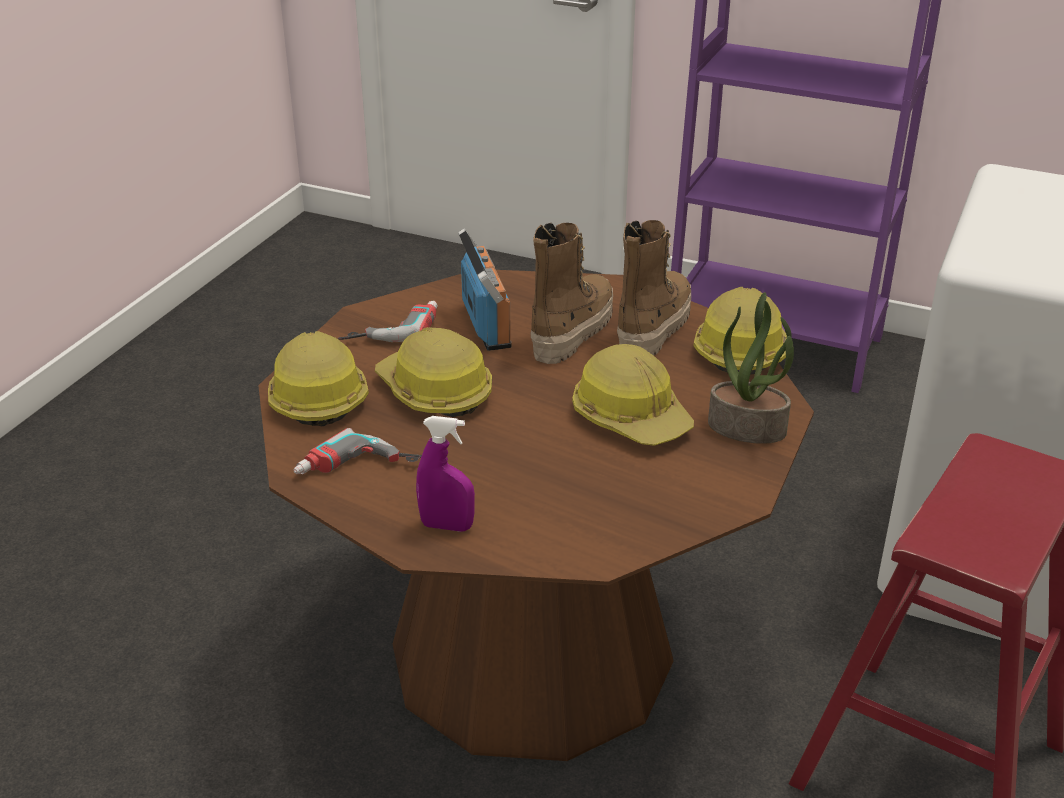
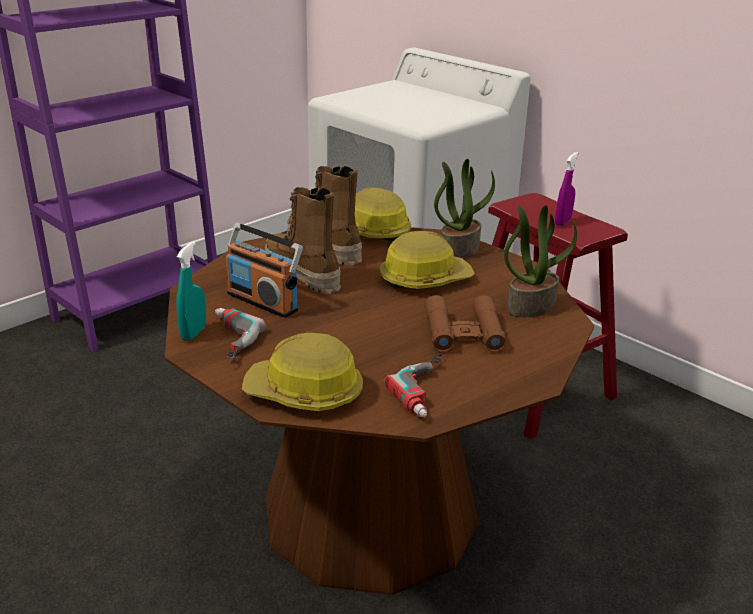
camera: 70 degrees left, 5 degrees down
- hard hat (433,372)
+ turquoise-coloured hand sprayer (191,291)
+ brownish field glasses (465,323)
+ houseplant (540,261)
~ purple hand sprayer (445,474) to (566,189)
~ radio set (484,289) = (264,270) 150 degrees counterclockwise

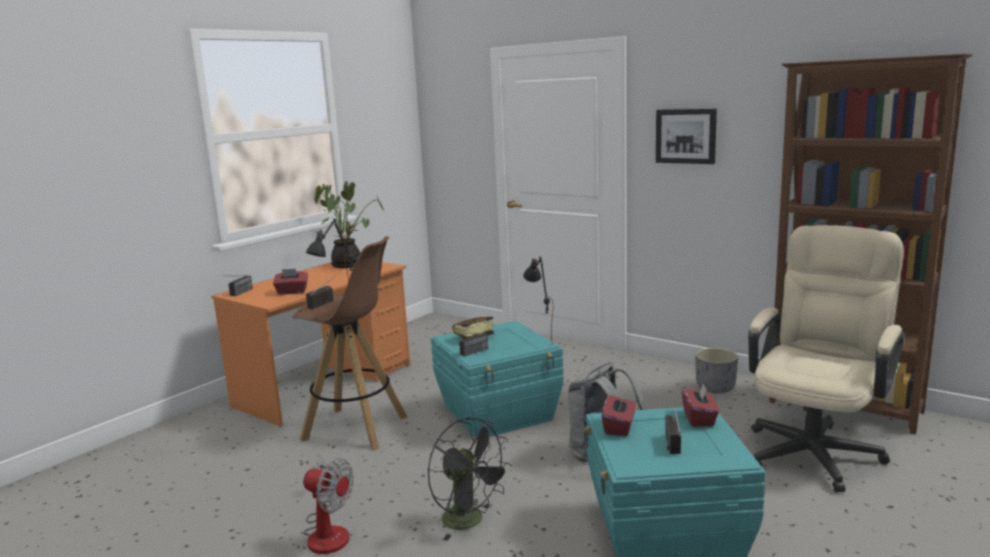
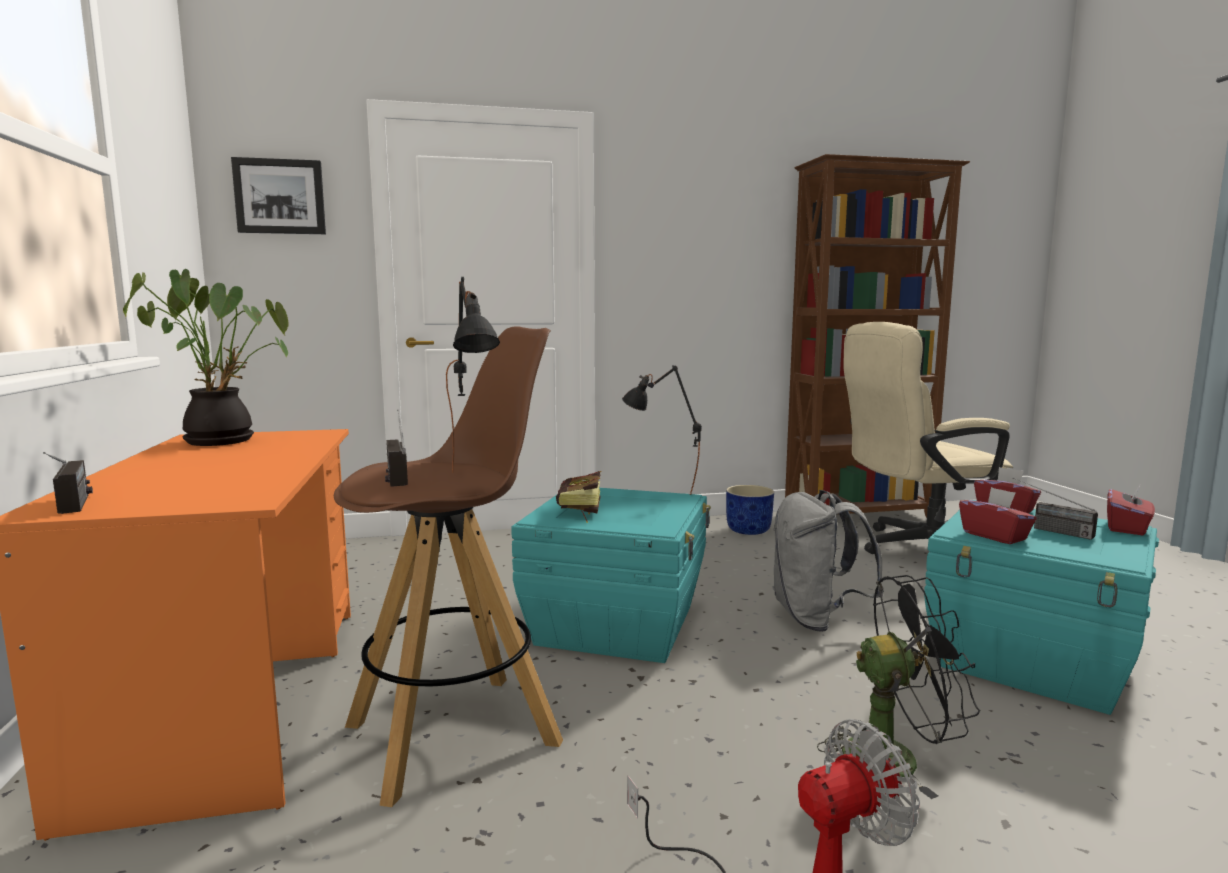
camera: 50 degrees left, 5 degrees down
- radio set (466,344)
~ reddish tissue holder (290,282) to (1131,509)
~ wall picture (686,136) to (278,195)
~ grey flower pot (716,371) to blue-coloured flower pot (750,510)
~ beige office chair (826,358) = (928,438) 90 degrees counterclockwise

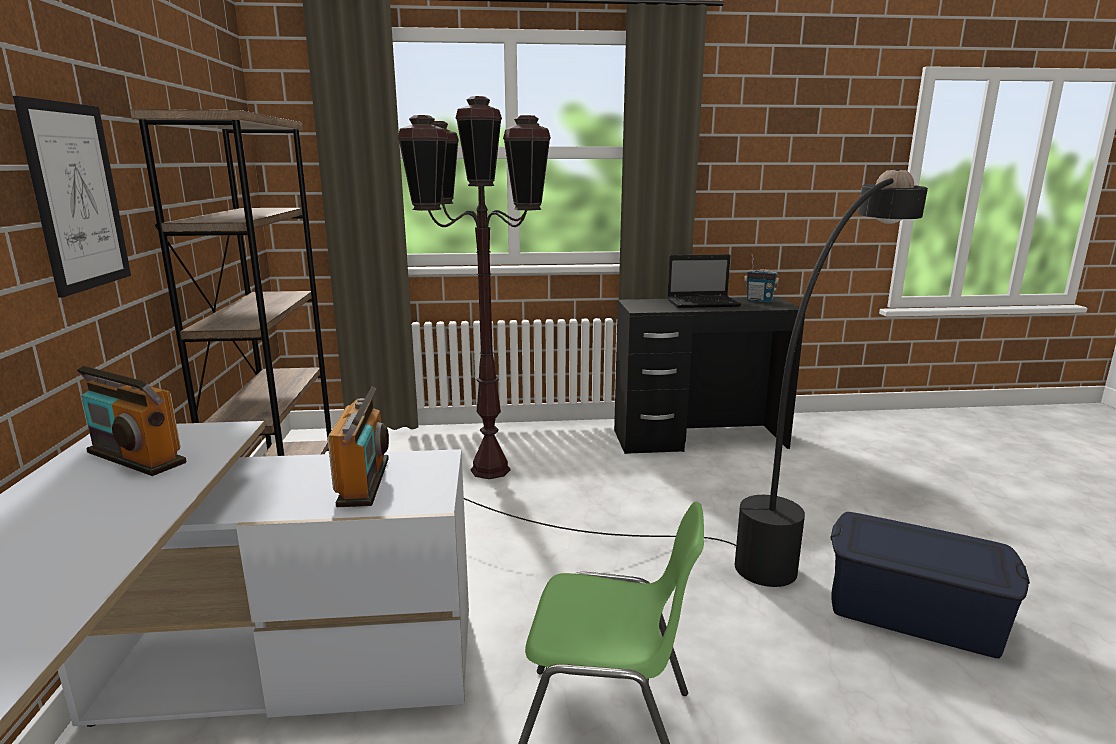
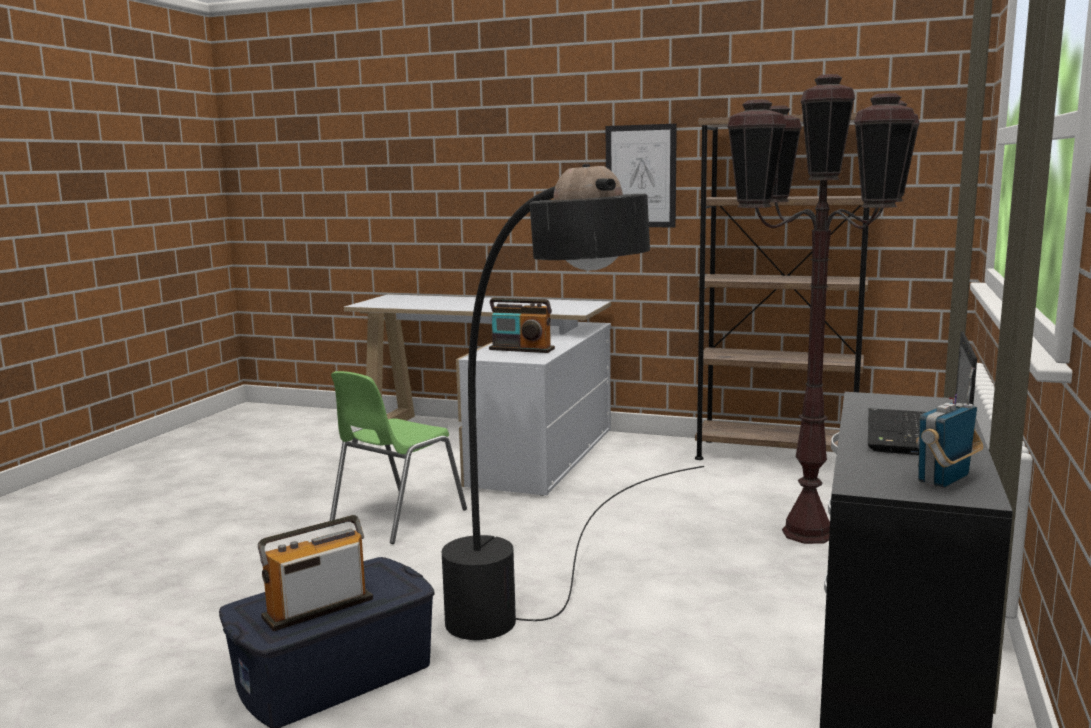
camera: 115 degrees right, 5 degrees down
~ radio set (132,421) to (315,573)

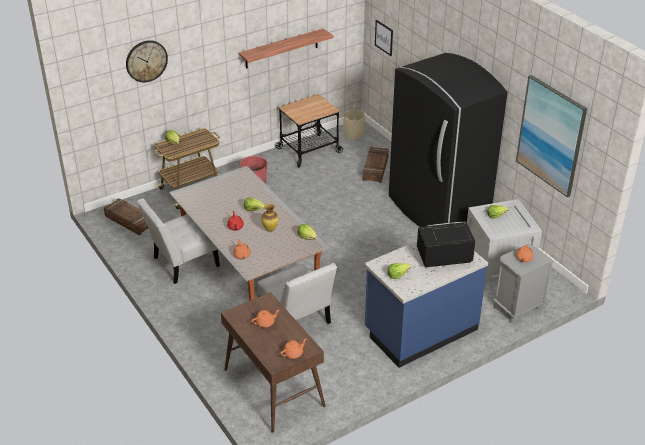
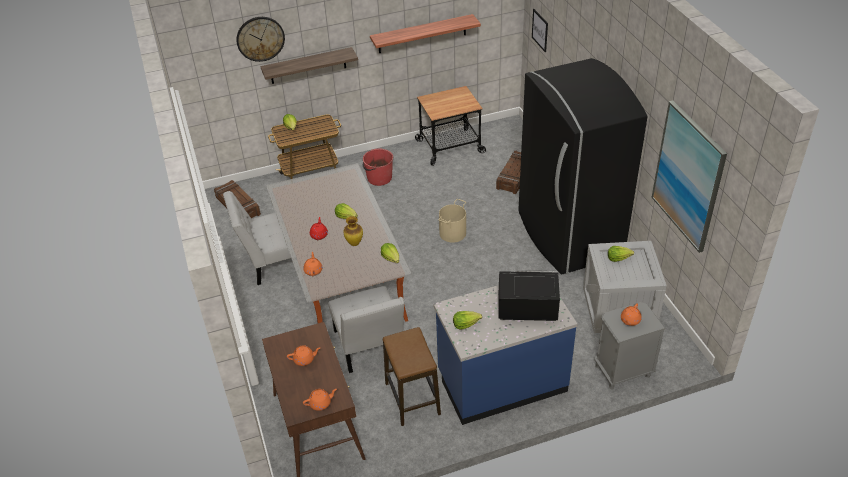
camera: 15 degrees right, 5 degrees up
+ shelf (309,65)
+ stool (412,376)
~ beige water bucket (354,122) to (452,221)

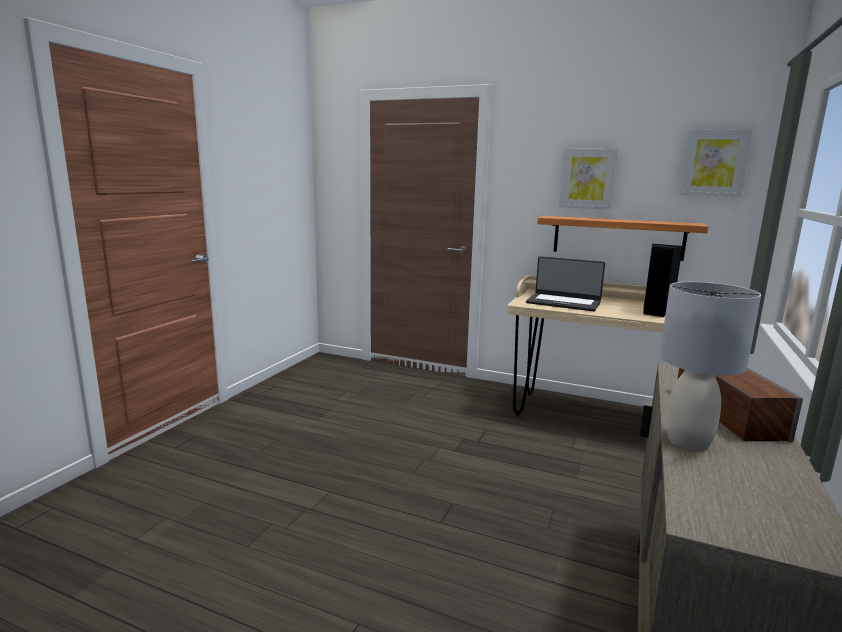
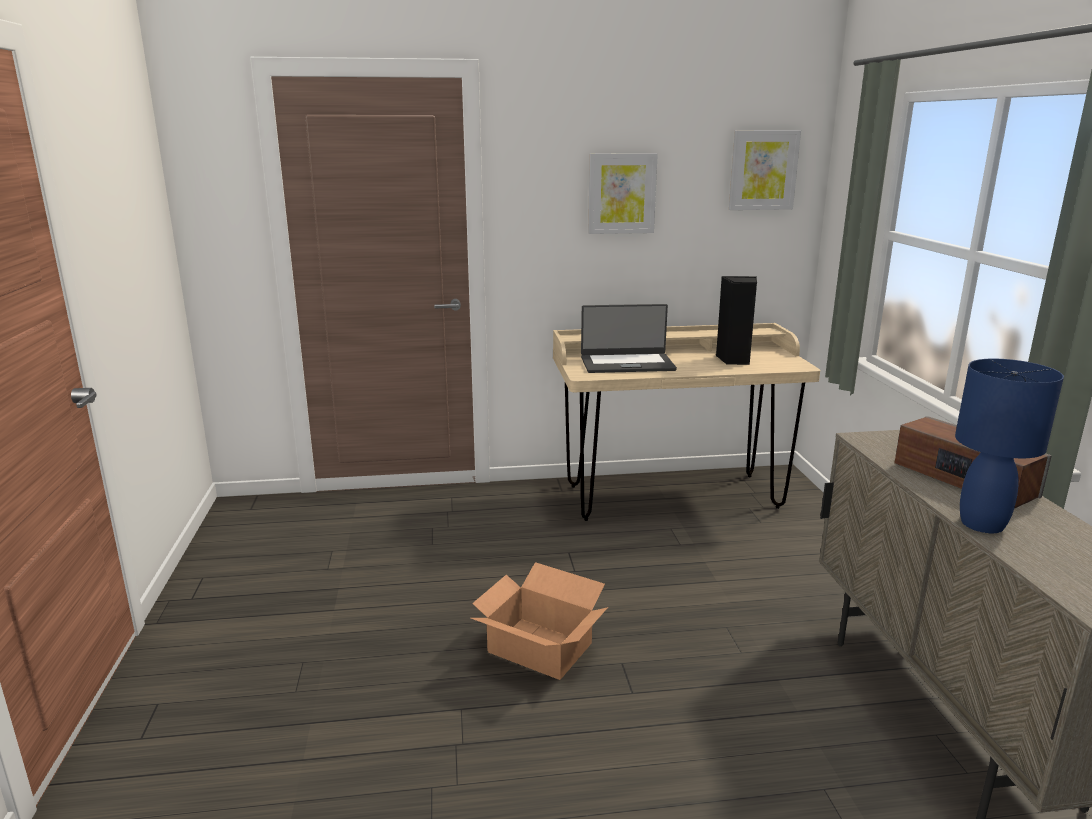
camera: 30 degrees left, 5 degrees up
- shelf (622,238)
+ carton (539,621)
~ grey table lamp (710,366) to blue-coloured table lamp (1009,446)

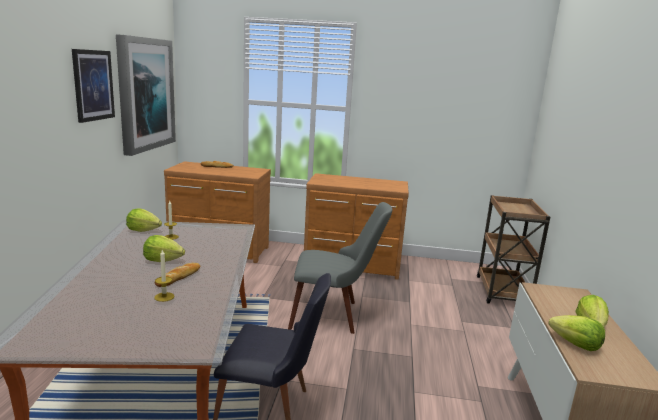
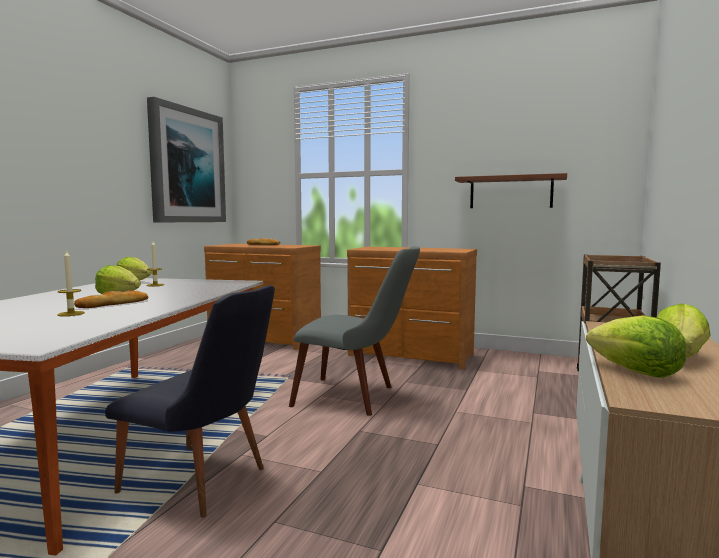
camera: 15 degrees right, 10 degrees down
- wall picture (93,86)
+ brownish shelf (511,190)

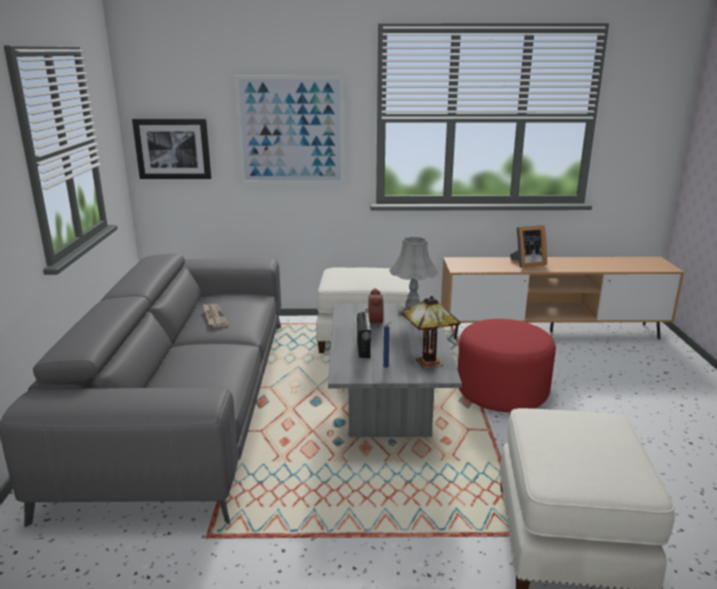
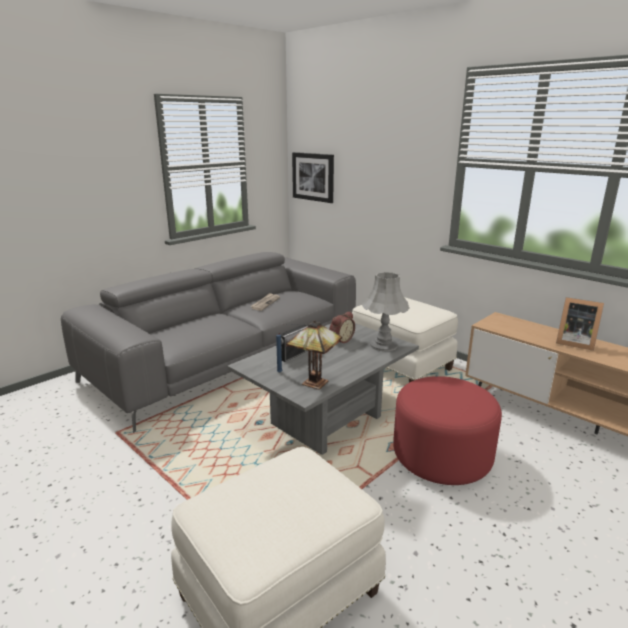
camera: 45 degrees right, 0 degrees up
- wall picture (289,129)

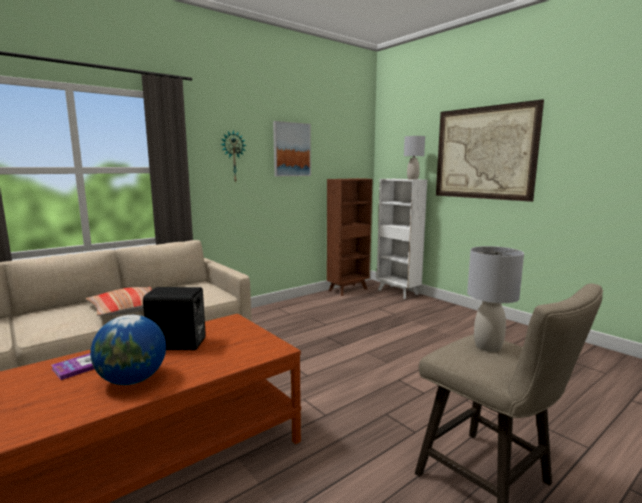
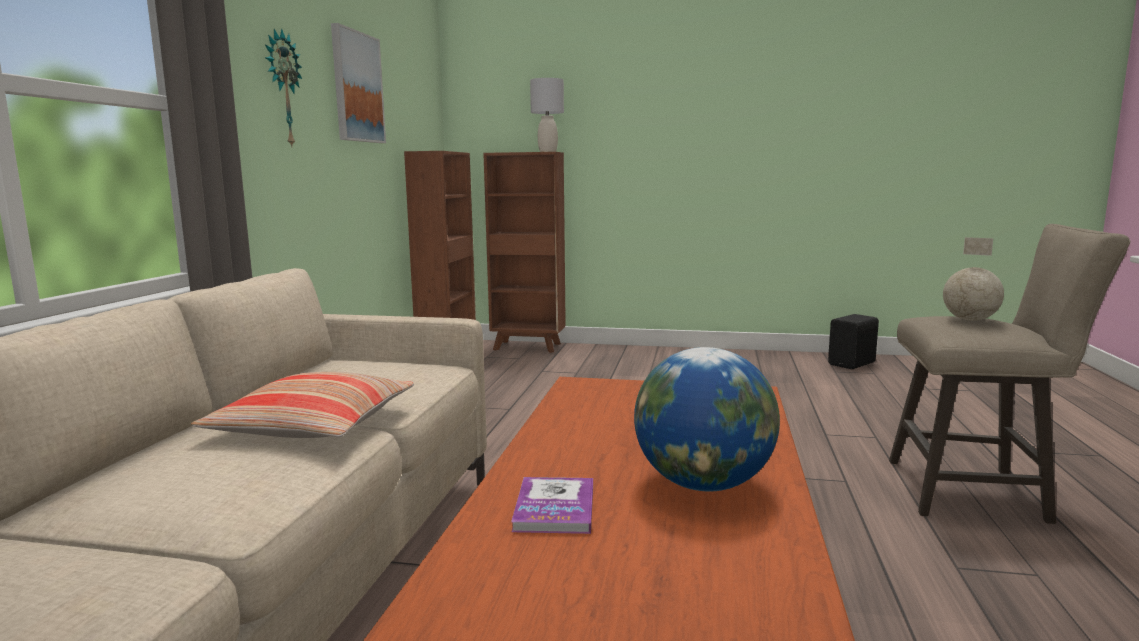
camera: 40 degrees left, 0 degrees up
- wall picture (490,150)
~ black audio speaker (174,318) to (853,341)
~ grey table lamp (495,299) to world globe (973,279)
~ white bookcase (402,239) to brownish bookcase (524,252)

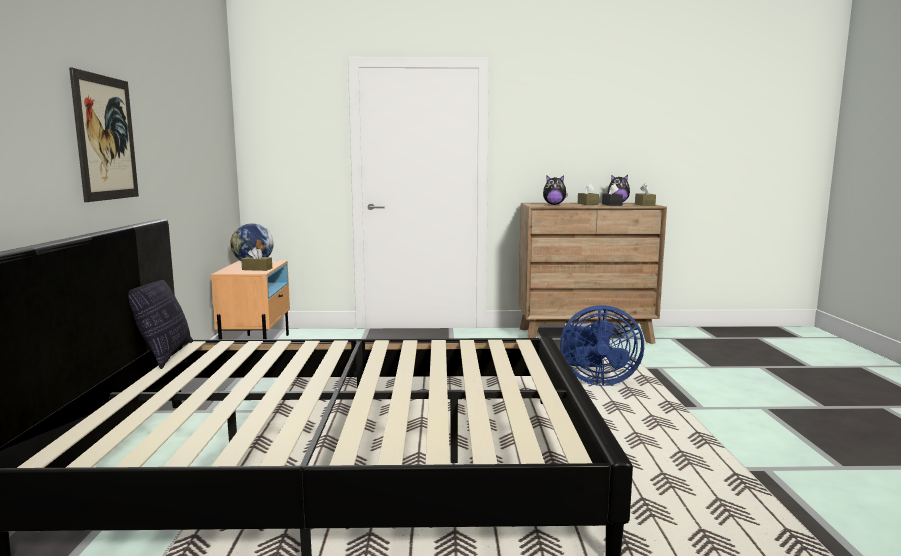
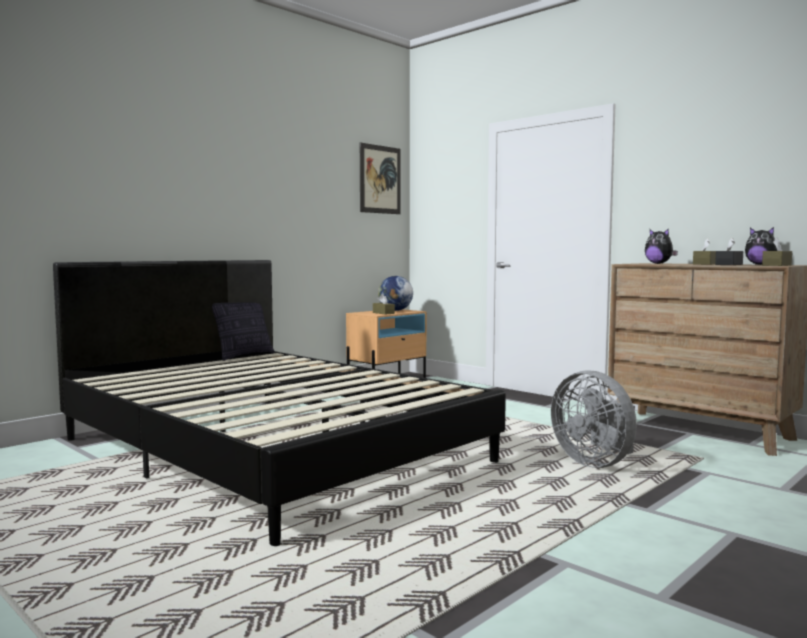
camera: 45 degrees right, 5 degrees down
~ wall picture (104,134) to (380,178)
~ blue-coloured fan (602,345) to grey fan (594,419)

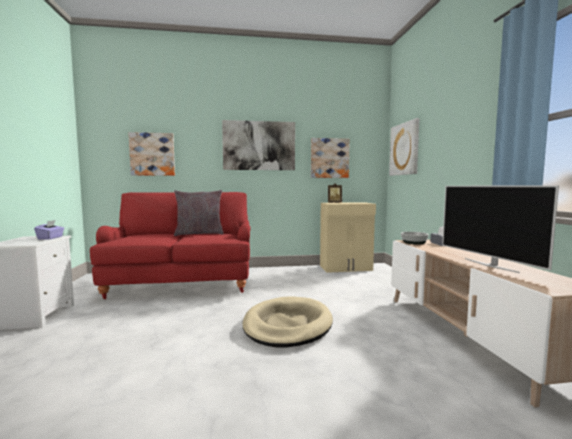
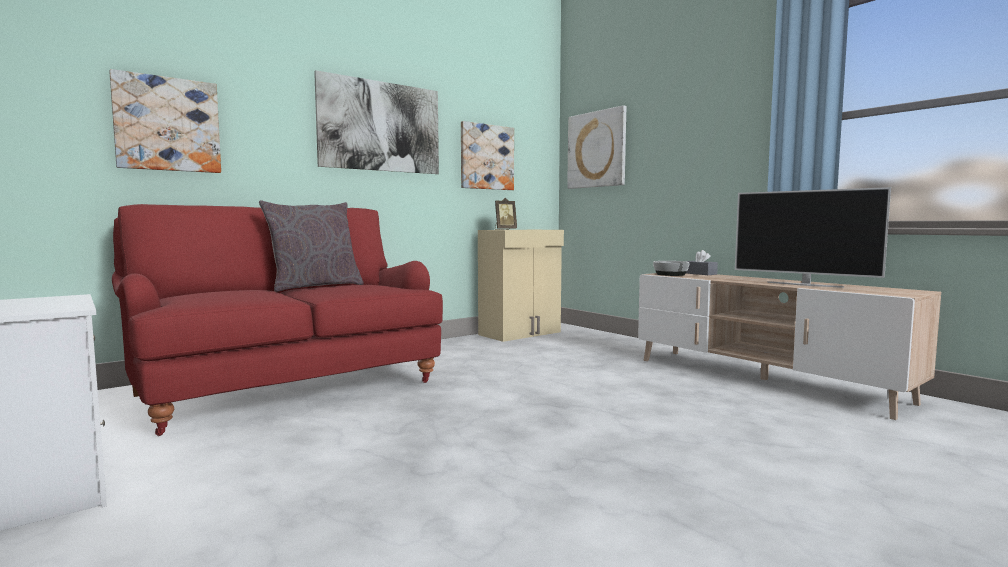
camera: 30 degrees left, 0 degrees up
- purple tissue holder (49,230)
- beige dog cushion (288,322)

